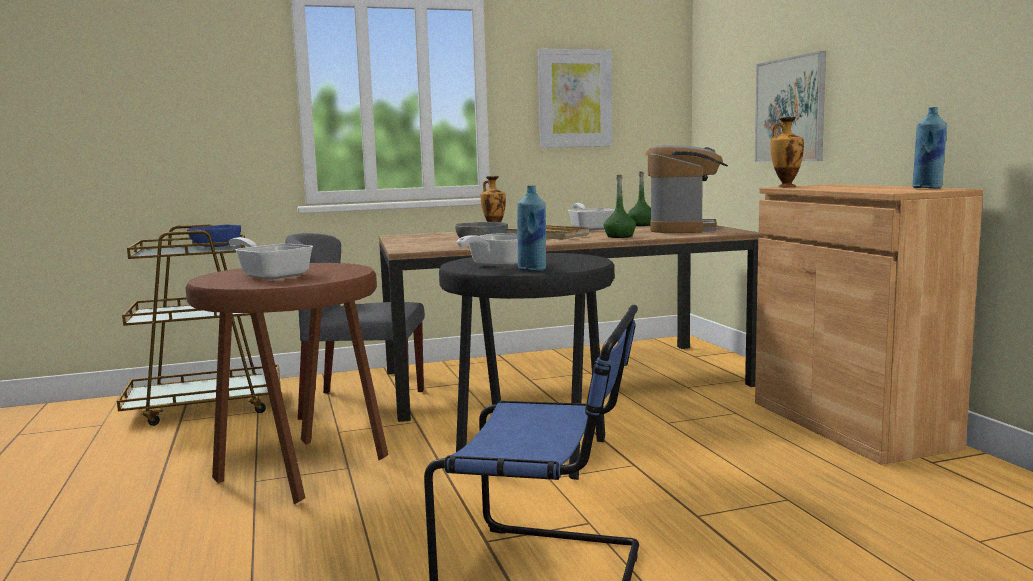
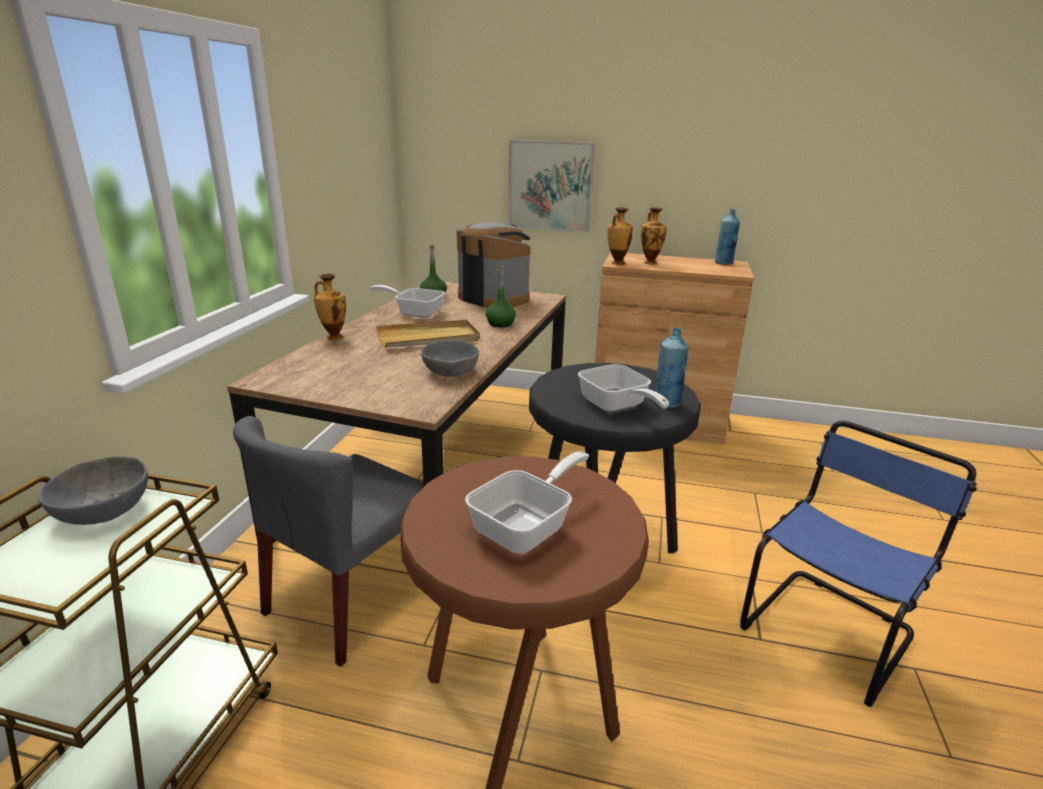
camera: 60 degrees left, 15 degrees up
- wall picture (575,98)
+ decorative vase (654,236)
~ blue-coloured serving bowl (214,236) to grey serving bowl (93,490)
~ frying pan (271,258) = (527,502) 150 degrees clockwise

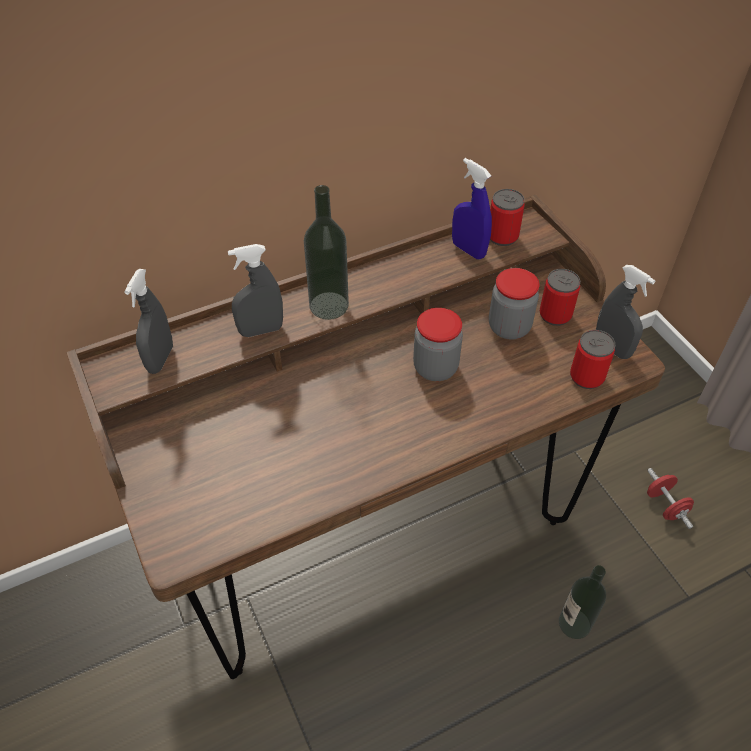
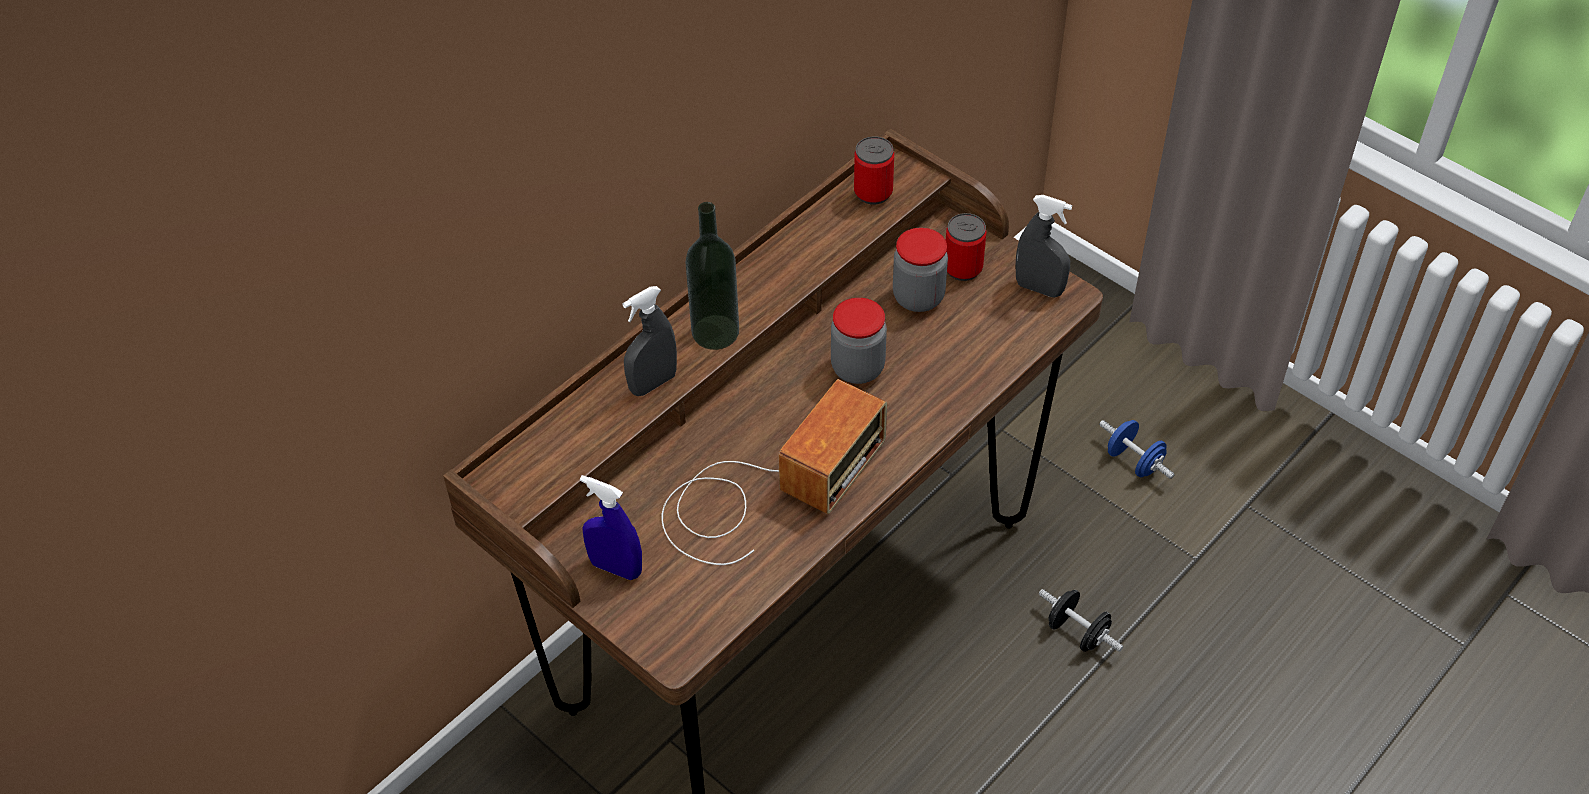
camera: 20 degrees left, 0 degrees up
- grey hand sprayer (148,321)
- can (593,359)
+ radio set (774,472)
~ blue-coloured hand sprayer (472,209) to (611,527)
~ bottle (582,602) to black dumbbell (1081,620)
~ reddish dumbbell (670,498) to blue-coloured dumbbell (1137,449)

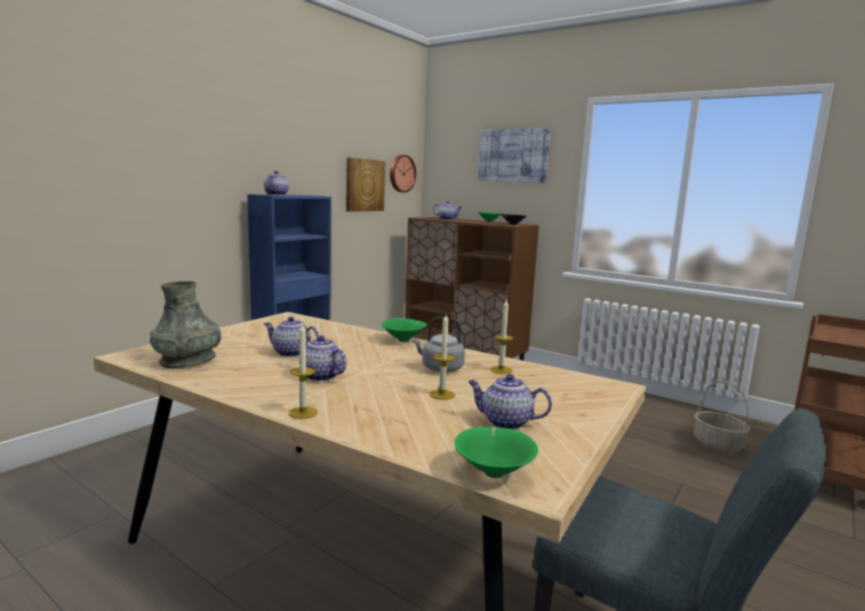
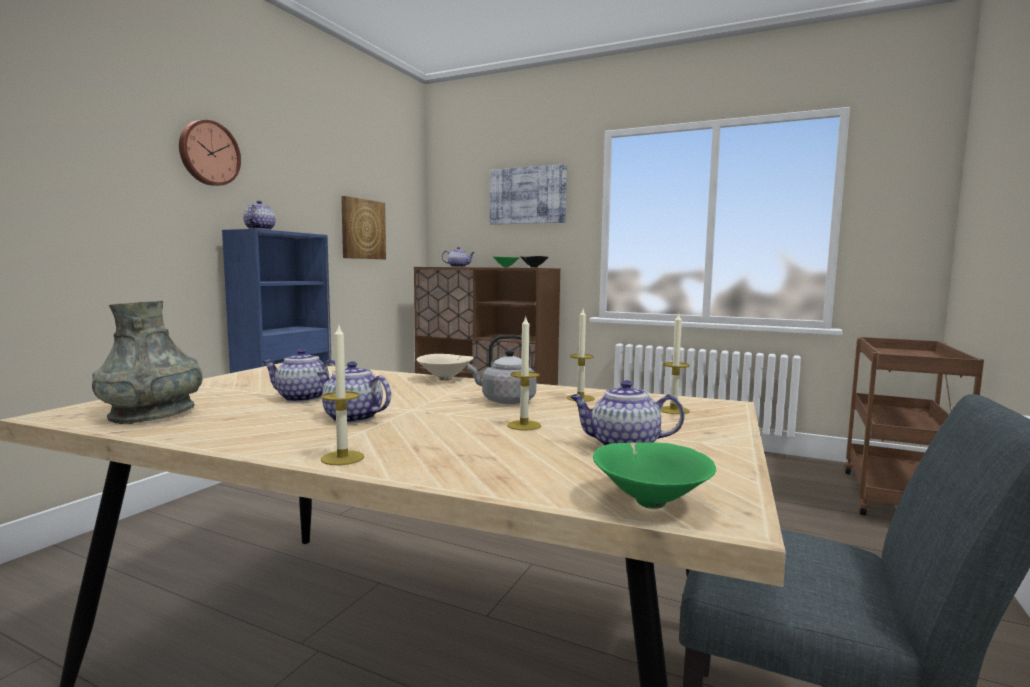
camera: 10 degrees left, 5 degrees down
- household basket (722,416)
+ wax candle (675,363)
~ hanging clock (403,174) to (210,153)
~ green-coloured serving bowl (404,330) to beige serving bowl (445,367)

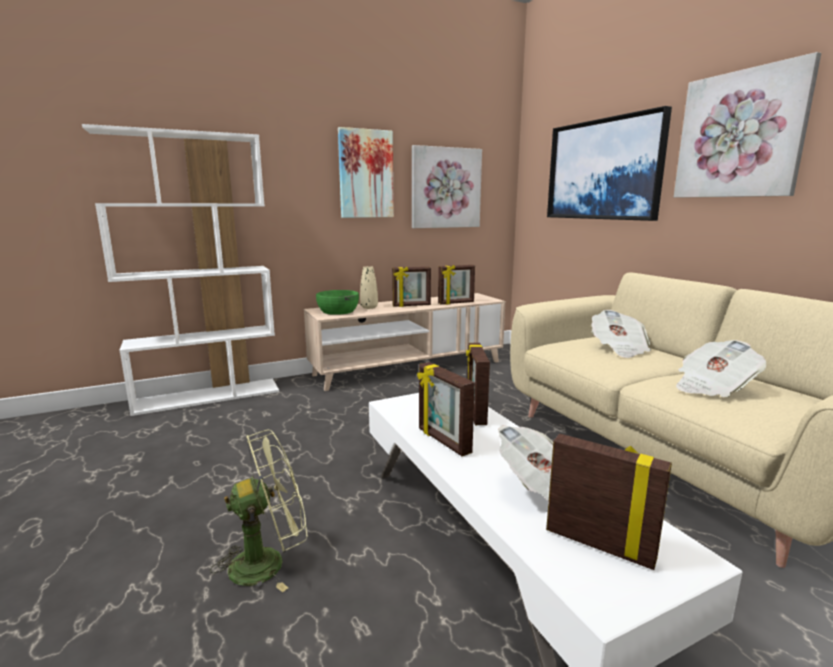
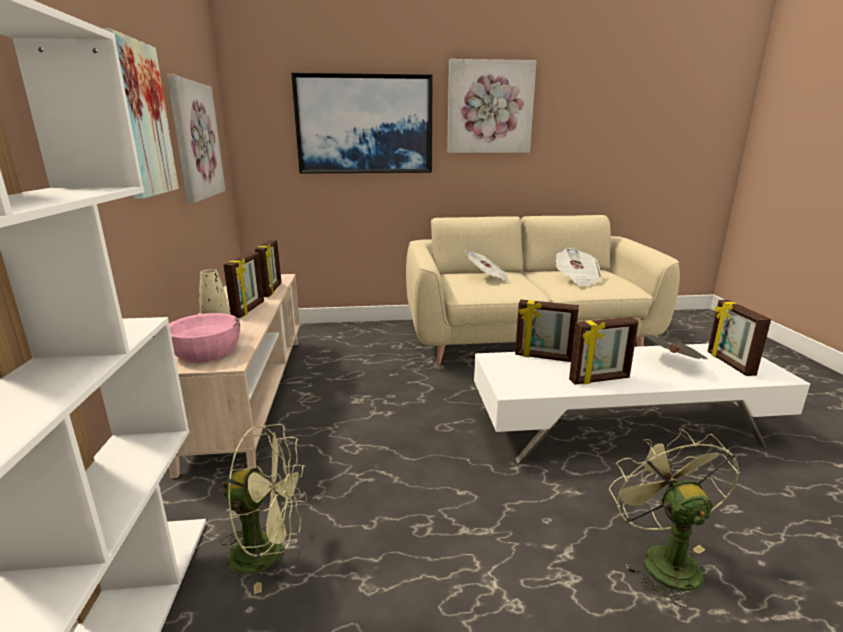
camera: 70 degrees left, 5 degrees up
+ green-coloured fan (263,509)
~ green-coloured serving bowl (337,302) to pink serving bowl (204,338)
~ picture frame (609,502) = (739,338) 60 degrees counterclockwise

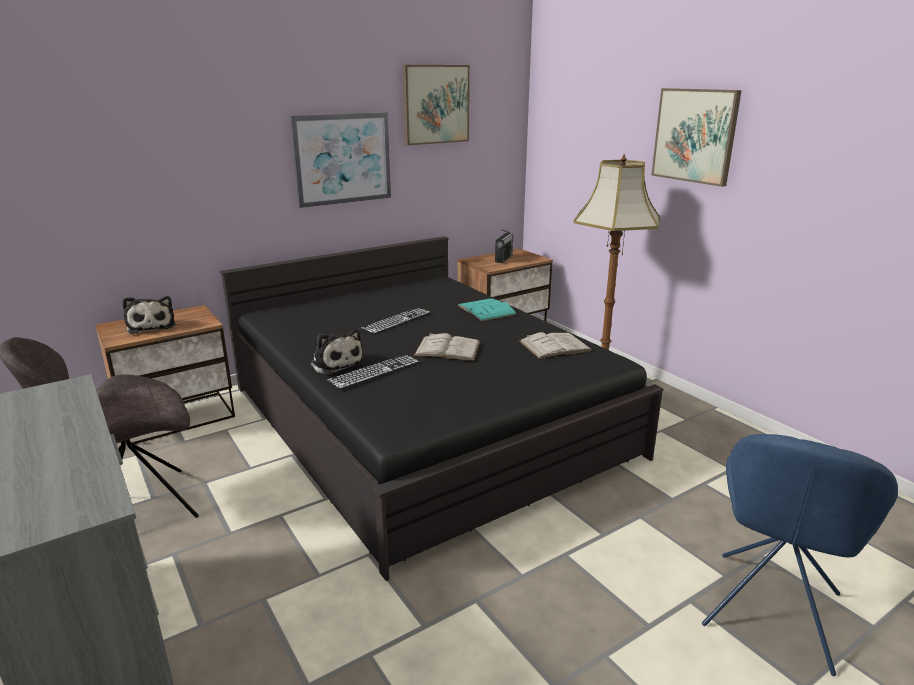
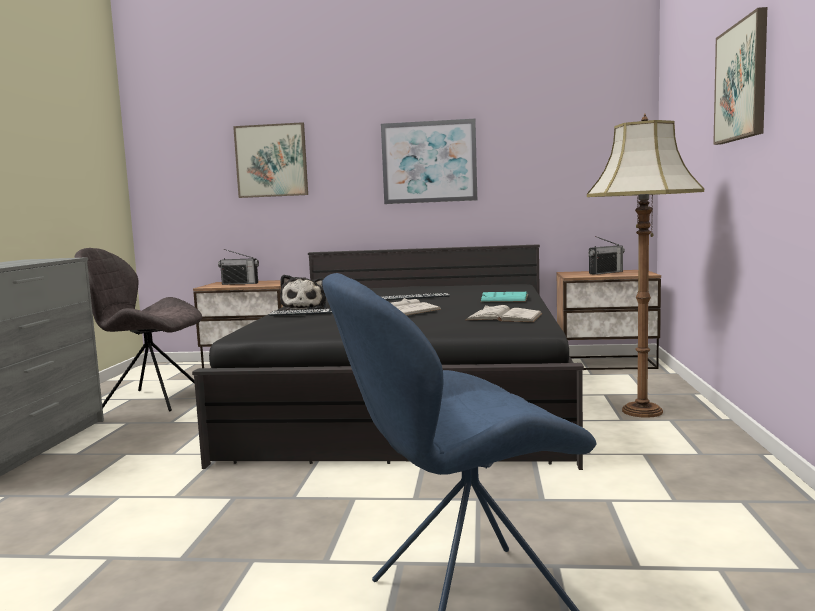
camera: 40 degrees right, 15 degrees down
~ wall picture (436,105) to (270,160)
~ cuddly toy (149,315) to radio set (238,267)

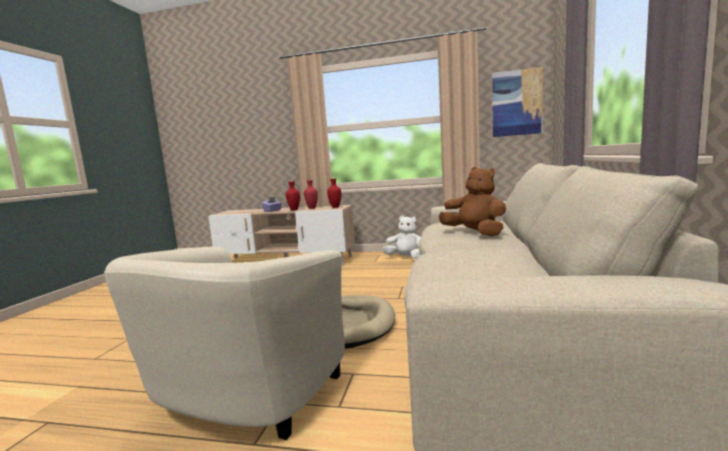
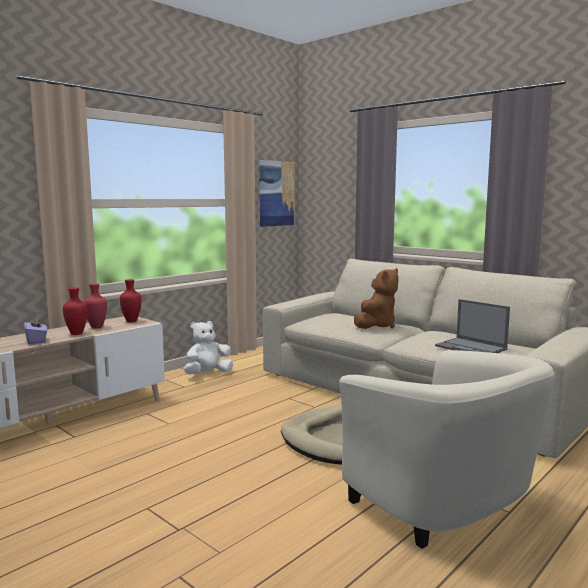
camera: 60 degrees left, 0 degrees up
+ laptop (472,326)
~ brownish cuddly toy (472,201) = (376,298) 135 degrees clockwise

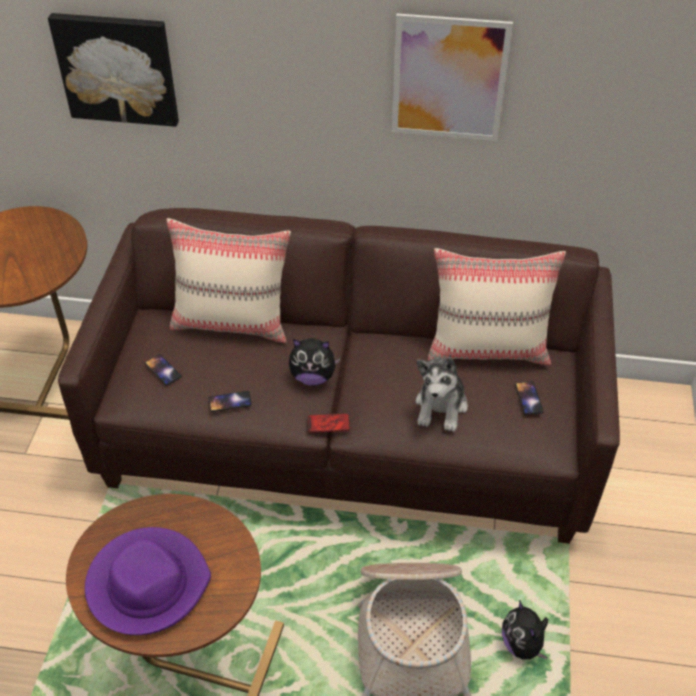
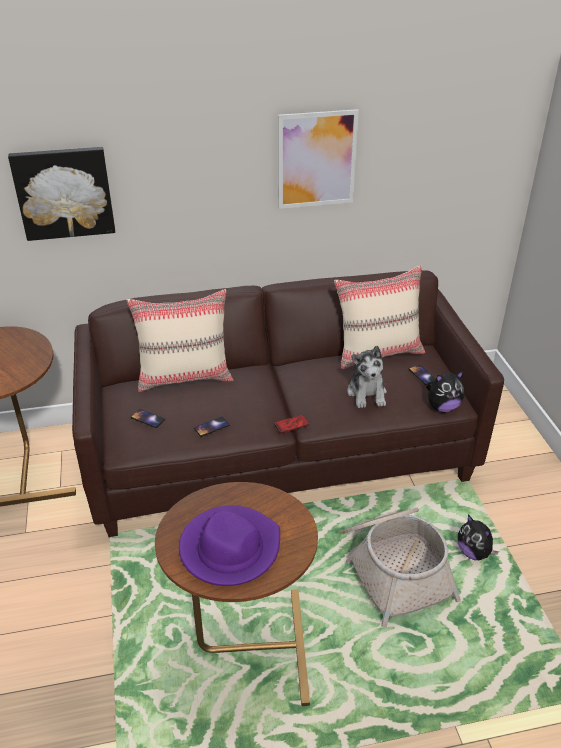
camera: 20 degrees left, 10 degrees down
~ cuddly toy (315,362) to (445,391)

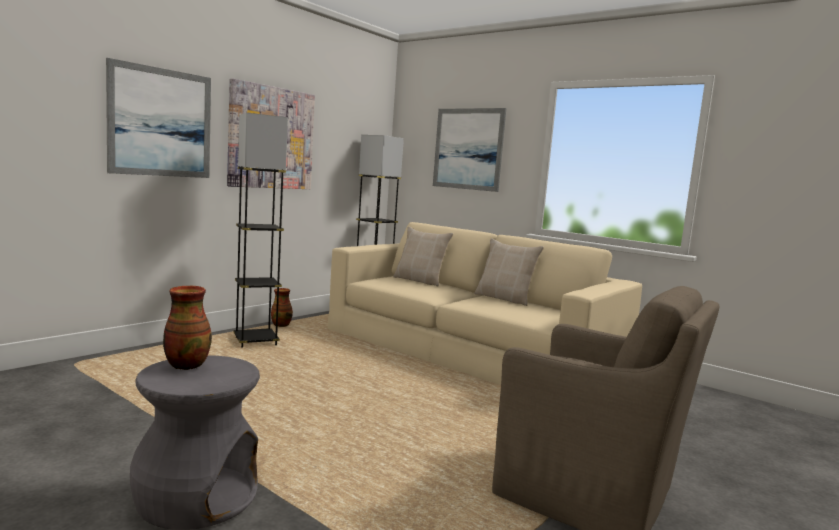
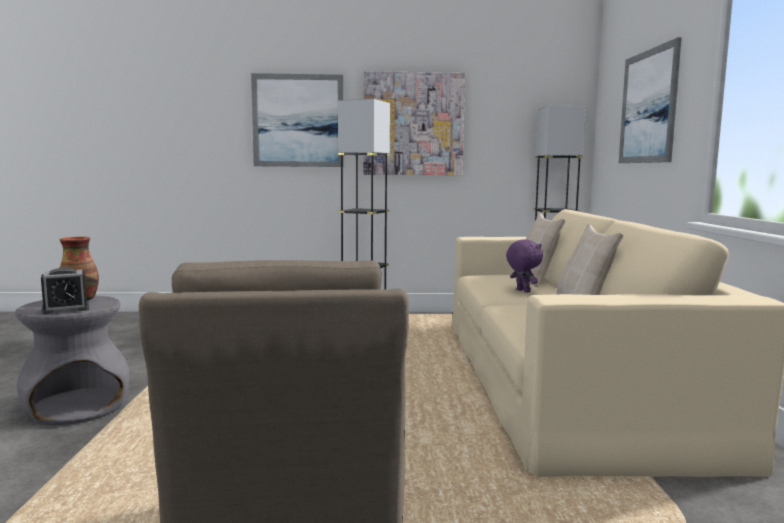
camera: 50 degrees right, 0 degrees up
- decorative vase (282,307)
+ table clock (65,291)
+ purple cuddly toy (524,266)

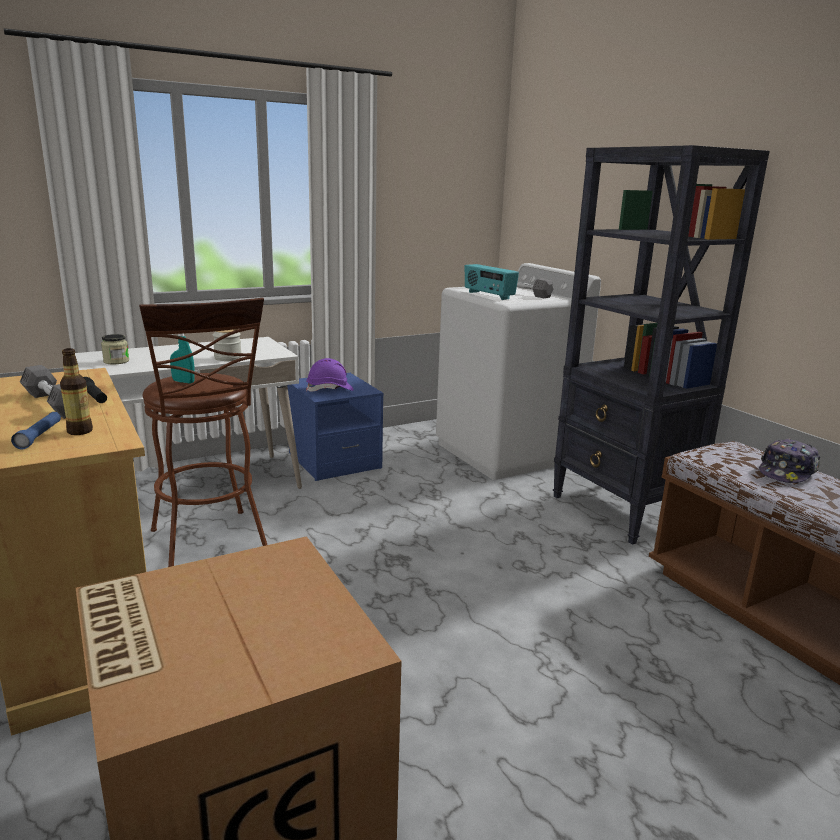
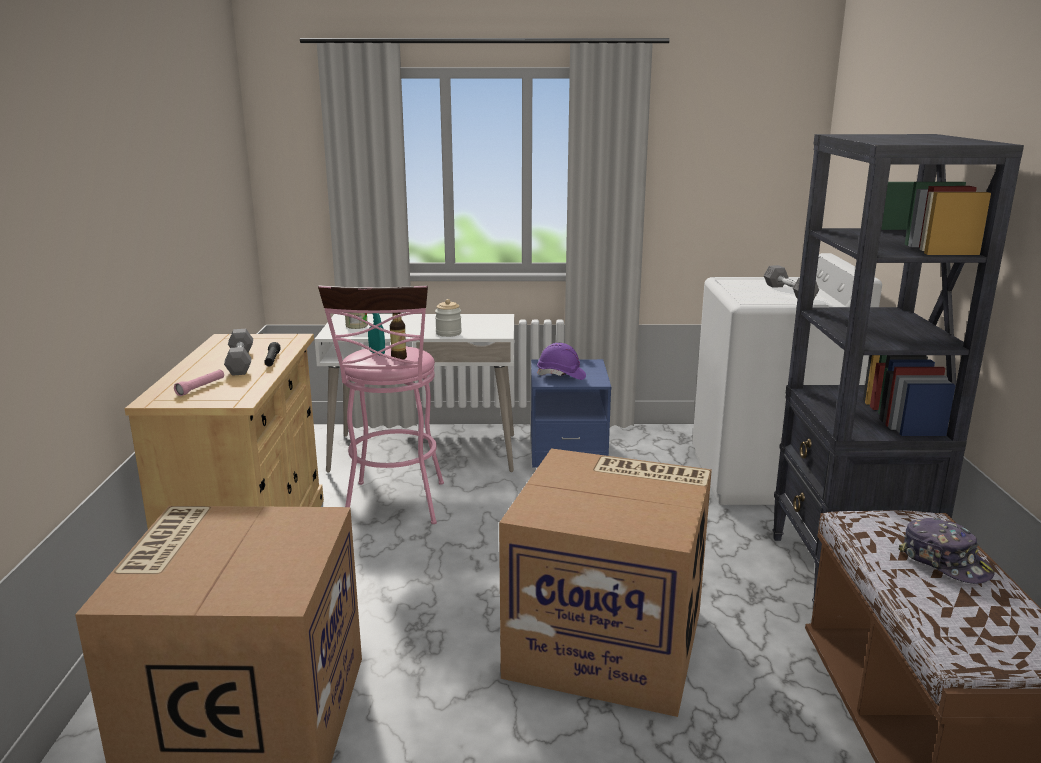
camera: 30 degrees right, 0 degrees up
- radio set (492,282)
+ carton (605,582)
~ bottle (76,391) to (398,336)
~ blue-coloured hand torch (36,431) to pink hand torch (199,382)
~ brownish stool (203,432) to pink stool (381,404)
~ cap (789,460) = (946,551) 105 degrees counterclockwise

